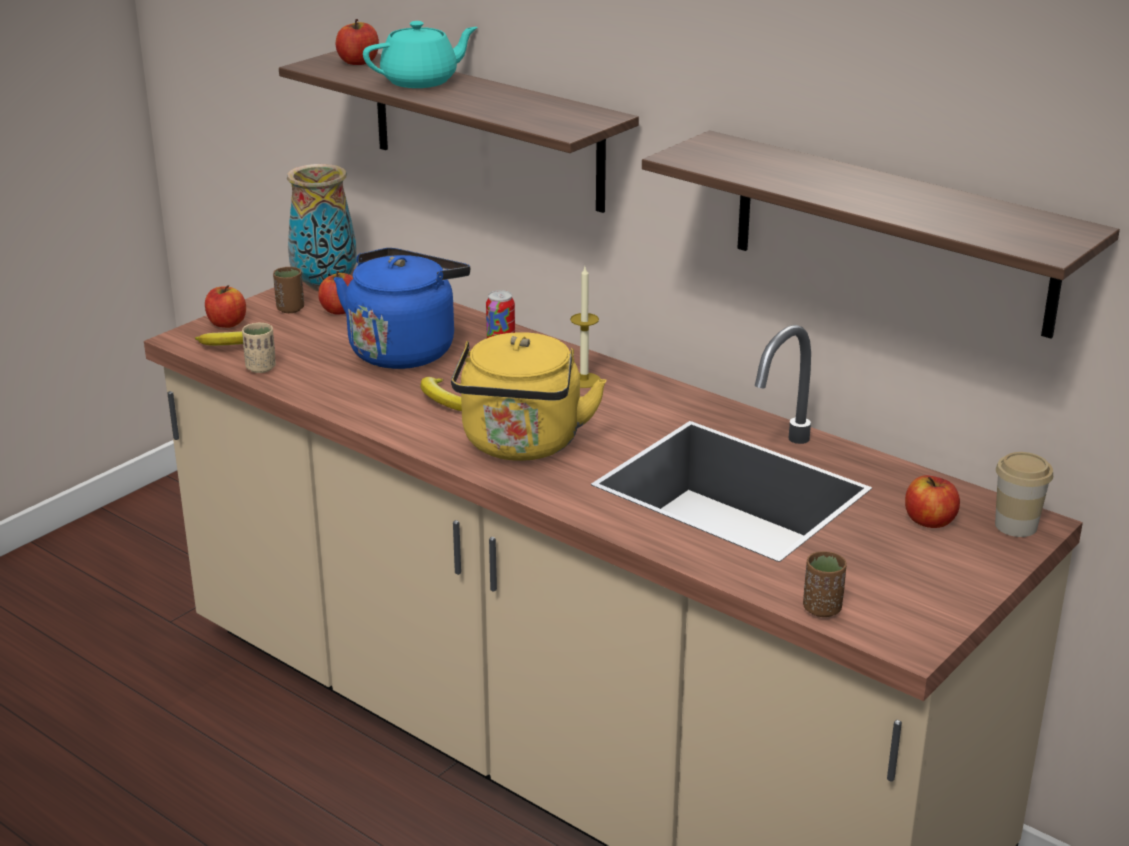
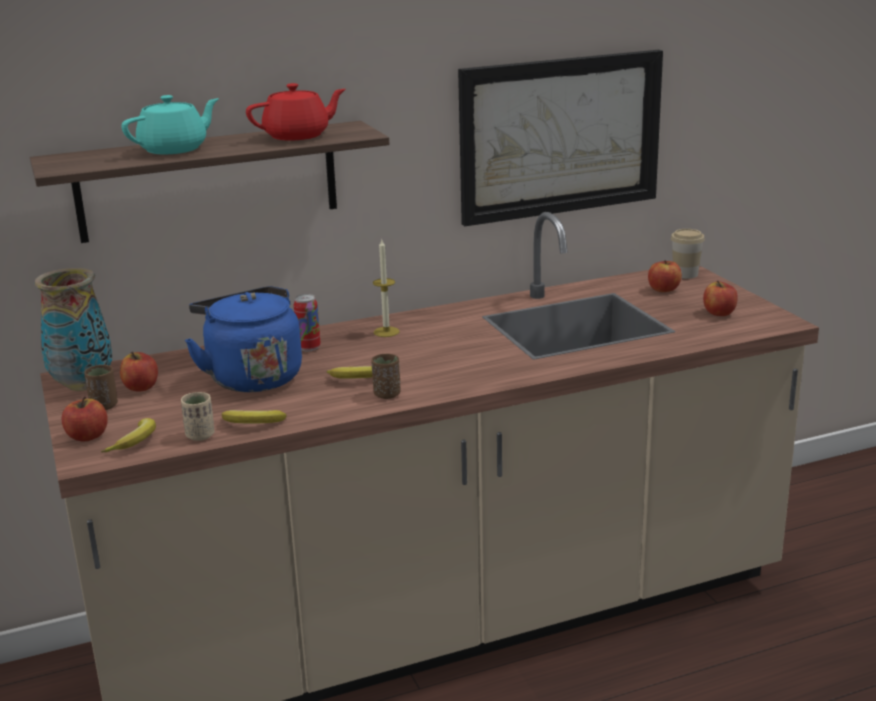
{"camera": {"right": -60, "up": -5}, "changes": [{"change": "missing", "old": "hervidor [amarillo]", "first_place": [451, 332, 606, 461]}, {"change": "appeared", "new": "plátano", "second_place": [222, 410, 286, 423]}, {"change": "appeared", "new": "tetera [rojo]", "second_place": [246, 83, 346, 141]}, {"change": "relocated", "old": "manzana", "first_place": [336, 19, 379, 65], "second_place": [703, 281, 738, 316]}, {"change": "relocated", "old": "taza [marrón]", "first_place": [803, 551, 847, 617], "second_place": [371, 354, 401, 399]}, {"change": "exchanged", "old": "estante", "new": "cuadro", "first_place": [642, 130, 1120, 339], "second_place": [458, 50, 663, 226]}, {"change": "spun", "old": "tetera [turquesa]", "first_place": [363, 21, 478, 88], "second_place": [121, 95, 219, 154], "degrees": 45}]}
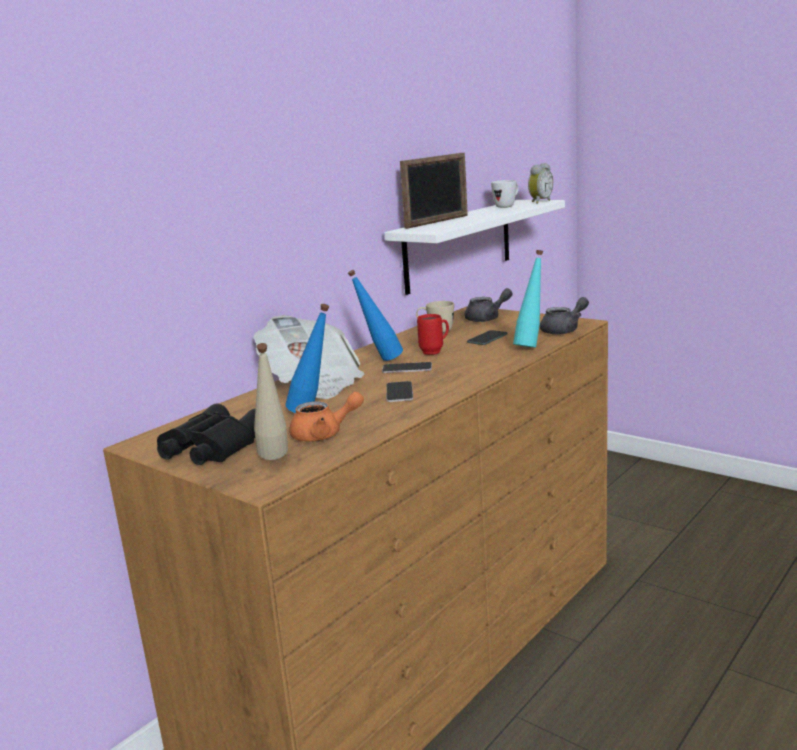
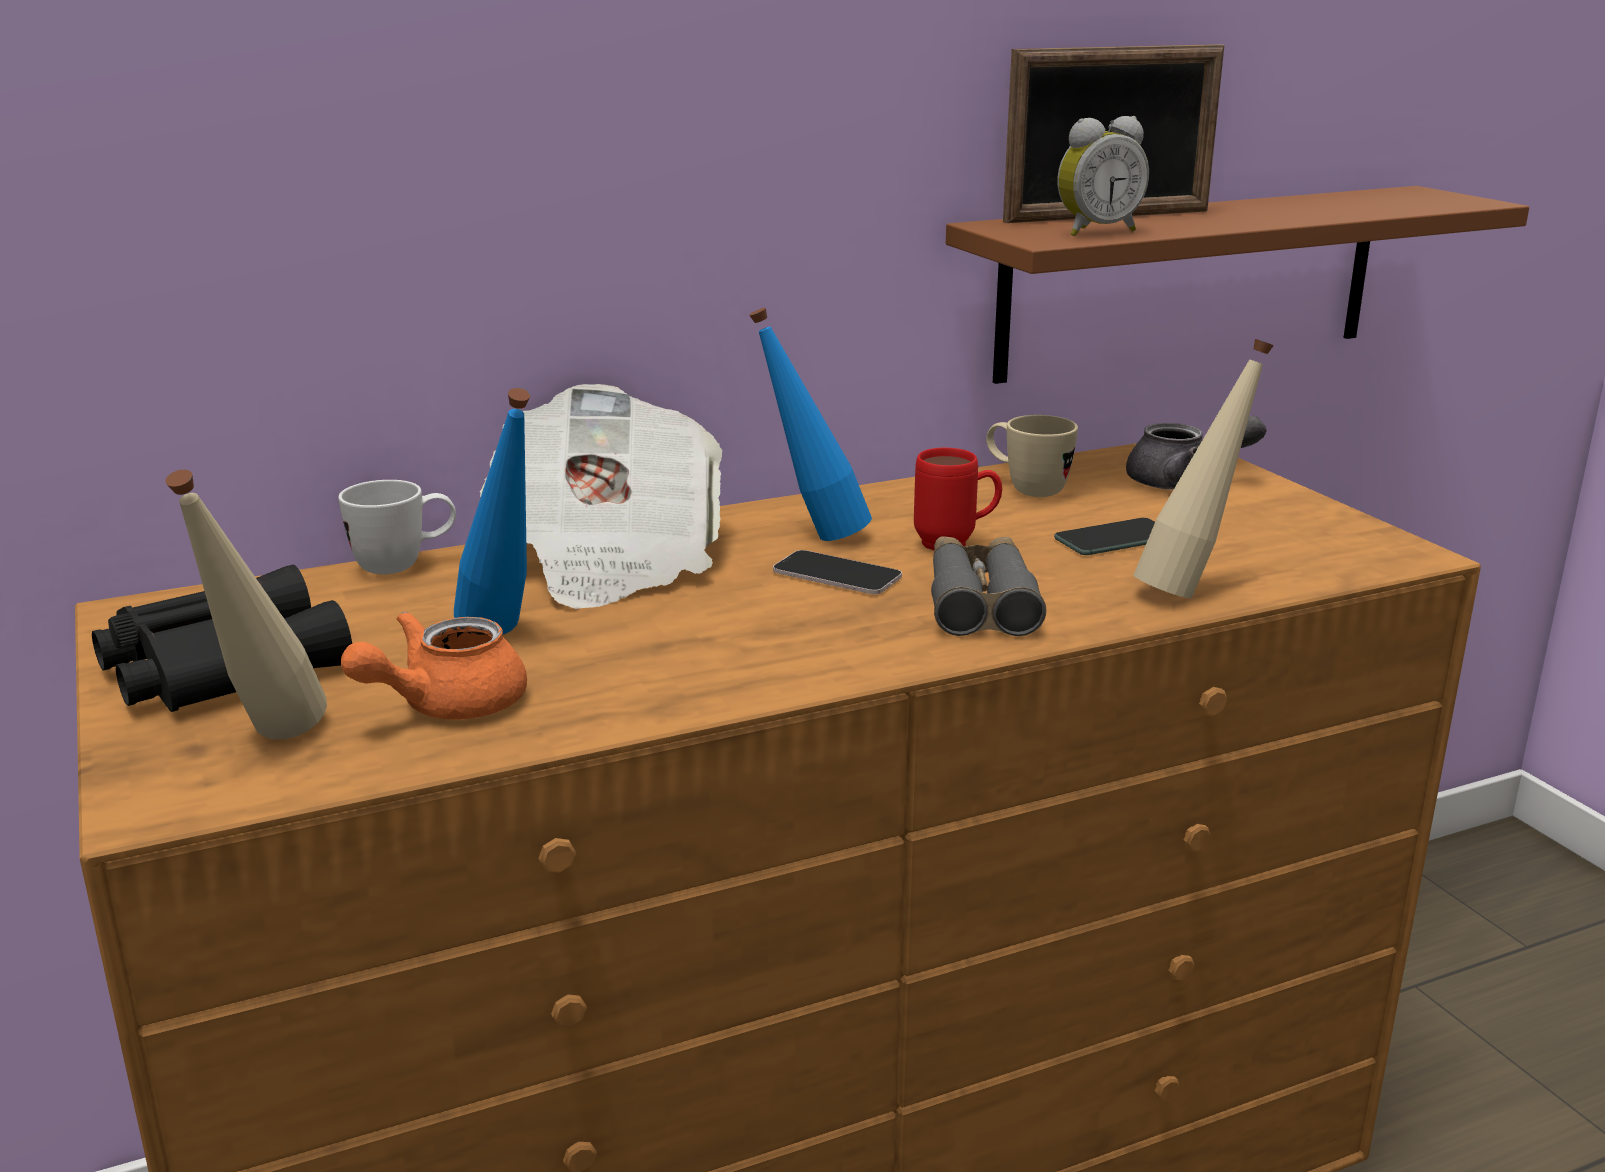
{"camera": {"right": 25, "up": 5}, "changes": [{"change": "missing", "old": "móvil", "first_place": [386, 381, 413, 402]}, {"change": "missing", "old": "tetera [gris]", "first_place": [540, 297, 589, 335]}, {"change": "appeared", "new": "prismáticos [gris]", "second_place": [931, 537, 1047, 636]}, {"change": "relocated", "old": "taza grande [blanco]", "first_place": [491, 180, 519, 208], "second_place": [338, 480, 456, 574]}, {"change": "relocated", "old": "despertador", "first_place": [528, 163, 553, 204], "second_place": [1057, 116, 1149, 236]}, {"change": "colour", "old": "estante [blanco]", "new": "estante [marrón]", "first_place": [384, 200, 565, 295], "second_place": [946, 186, 1529, 384]}, {"change": "colour", "old": "botella [turquesa]", "new": "botella [beis]", "first_place": [513, 250, 543, 348], "second_place": [1134, 339, 1274, 598]}, {"change": "spun", "old": "tetera [naranja]", "first_place": [289, 392, 364, 442], "second_place": [341, 611, 527, 720], "degrees": 120}]}
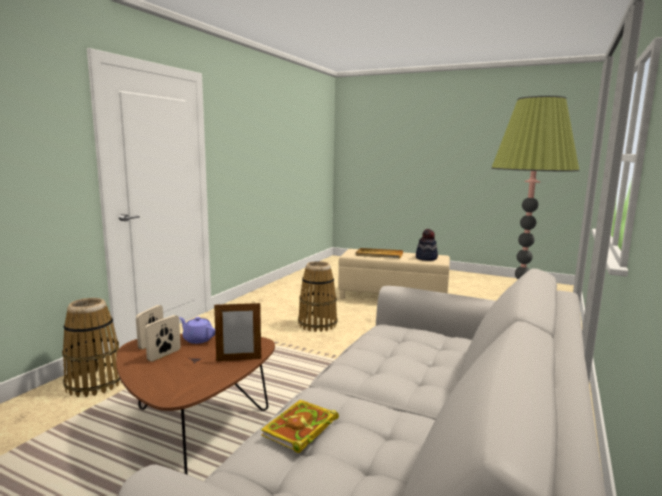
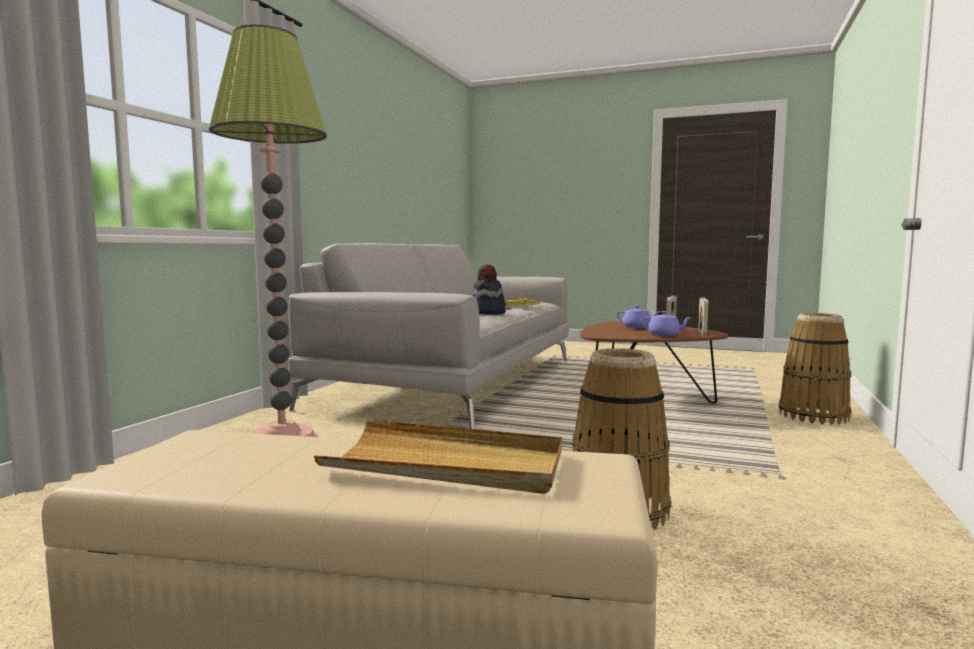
{"camera": {"right": 175, "up": -5}, "changes": [{"change": "missing", "old": "portarretratos", "first_place": [214, 302, 261, 361]}, {"change": "appeared", "new": "tetera [morado]", "second_place": [617, 305, 662, 328]}, {"change": "relocated", "old": "sombrero", "first_place": [416, 229, 438, 261], "second_place": [472, 265, 505, 315]}]}
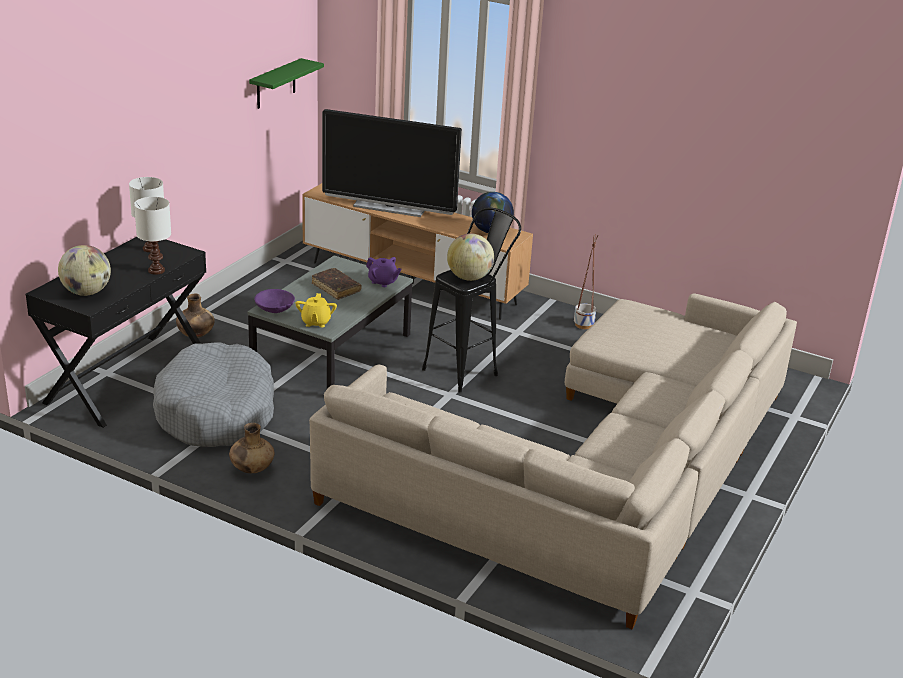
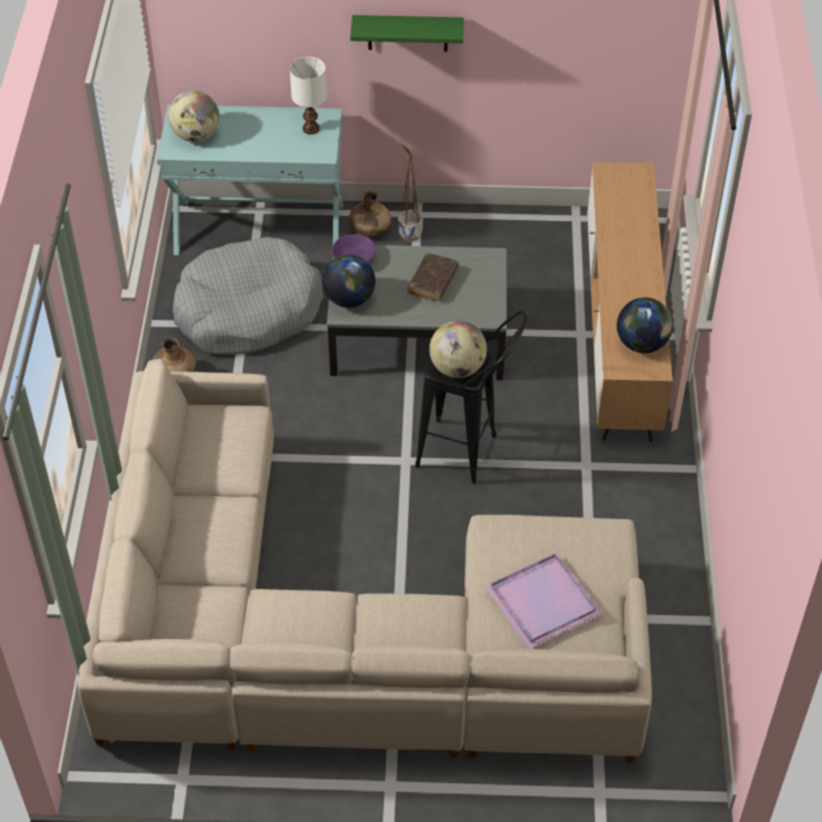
{"camera": {"right": 65, "up": 20}, "changes": [{"change": "missing", "old": "lámpara de mesa [blanco]", "first_place": [134, 197, 171, 274]}, {"change": "missing", "old": "televisor", "first_place": [322, 109, 462, 217]}, {"change": "missing", "old": "tetera [morado]", "first_place": [366, 257, 402, 287]}, {"change": "appeared", "new": "bandeja [morado]", "second_place": [484, 552, 603, 649]}, {"change": "relocated", "old": "estante [verde]", "first_place": [249, 58, 324, 109], "second_place": [350, 15, 464, 52]}, {"change": "relocated", "old": "maceta", "first_place": [574, 234, 598, 329], "second_place": [398, 145, 423, 241]}, {"change": "exchanged", "old": "tetera [amarillo]", "new": "globo terráqueo", "first_place": [295, 293, 337, 328], "second_place": [322, 254, 375, 308]}, {"change": "colour", "old": "mesa consola [negro]", "new": "mesa consola [turquesa]", "first_place": [26, 237, 206, 428], "second_place": [157, 105, 343, 255]}]}
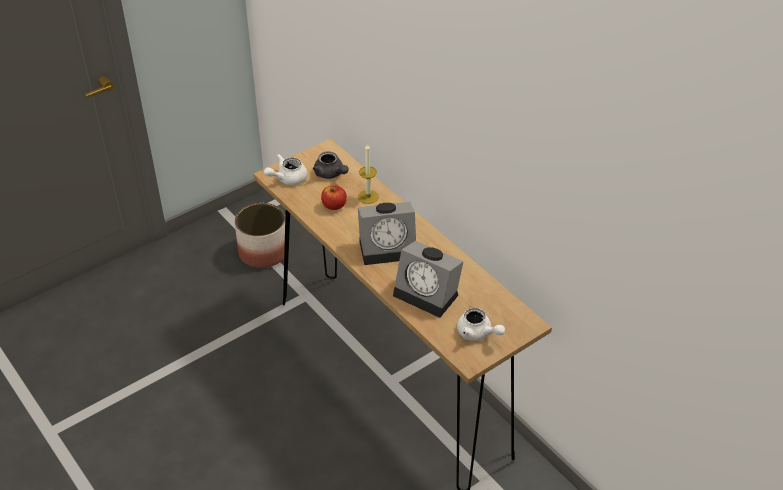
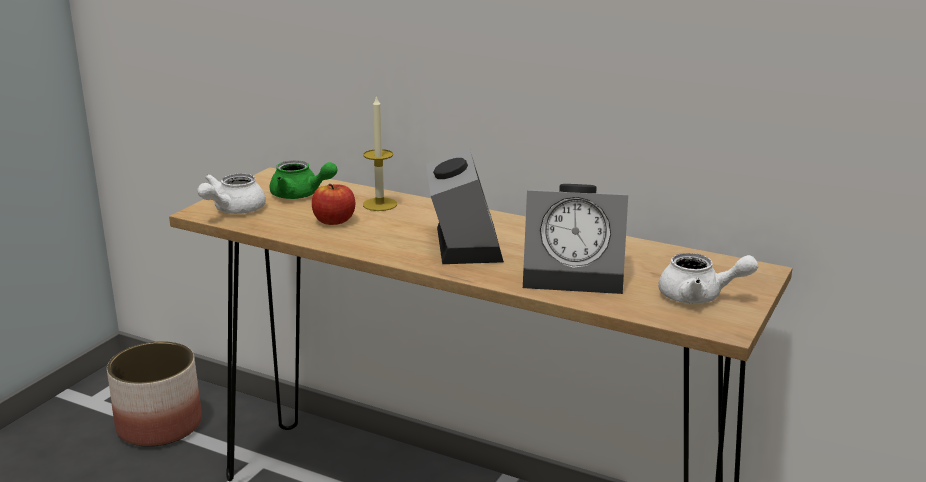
{"camera": {"right": -25, "up": -20}, "changes": [{"change": "colour", "old": "tetera [gris]", "new": "tetera [verde]", "first_place": [313, 152, 349, 179], "second_place": [269, 160, 337, 199]}, {"change": "spun", "old": "despertador", "first_place": [358, 202, 416, 265], "second_place": [426, 149, 504, 264], "degrees": -60}]}
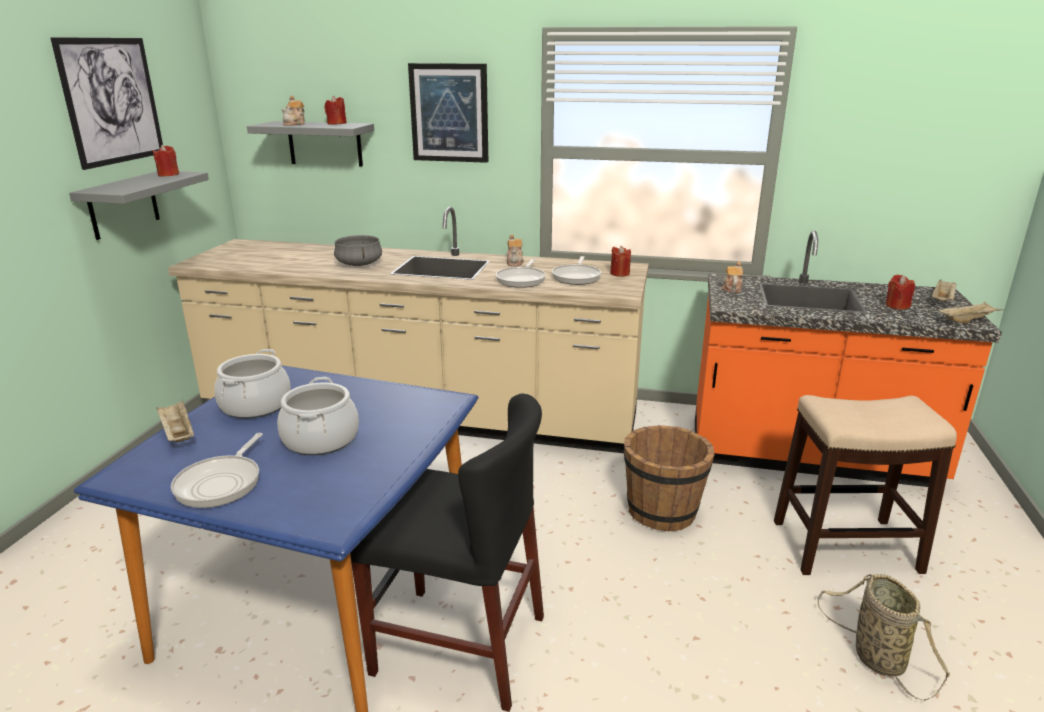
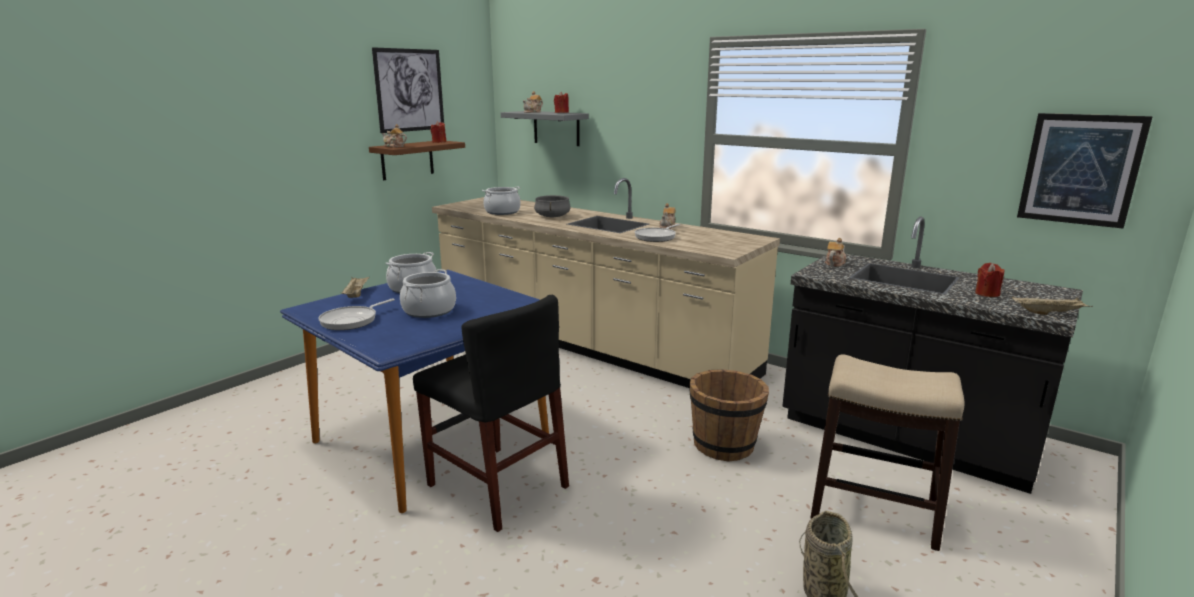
{"camera": {"right": 25, "up": -5}, "changes": [{"change": "missing", "old": "sartén", "first_place": [552, 256, 601, 285]}, {"change": "missing", "old": "vela [rojo]", "first_place": [610, 246, 631, 277]}, {"change": "missing", "old": "bandeja [beis]", "first_place": [932, 279, 957, 301]}, {"change": "appeared", "new": "tetera", "second_place": [382, 124, 407, 147]}, {"change": "appeared", "new": "olla", "second_place": [482, 186, 521, 215]}, {"change": "relocated", "old": "cuadro", "first_place": [408, 63, 488, 163], "second_place": [1017, 113, 1153, 229]}, {"change": "colour", "old": "estante [gris]", "new": "estante [marrón]", "first_place": [69, 171, 209, 240], "second_place": [369, 141, 465, 180]}, {"change": "colour", "old": "mueble bajo de cocina [naranja]", "new": "mueble bajo de cocina [negro]", "first_place": [695, 231, 1002, 487], "second_place": [783, 217, 1083, 494]}]}
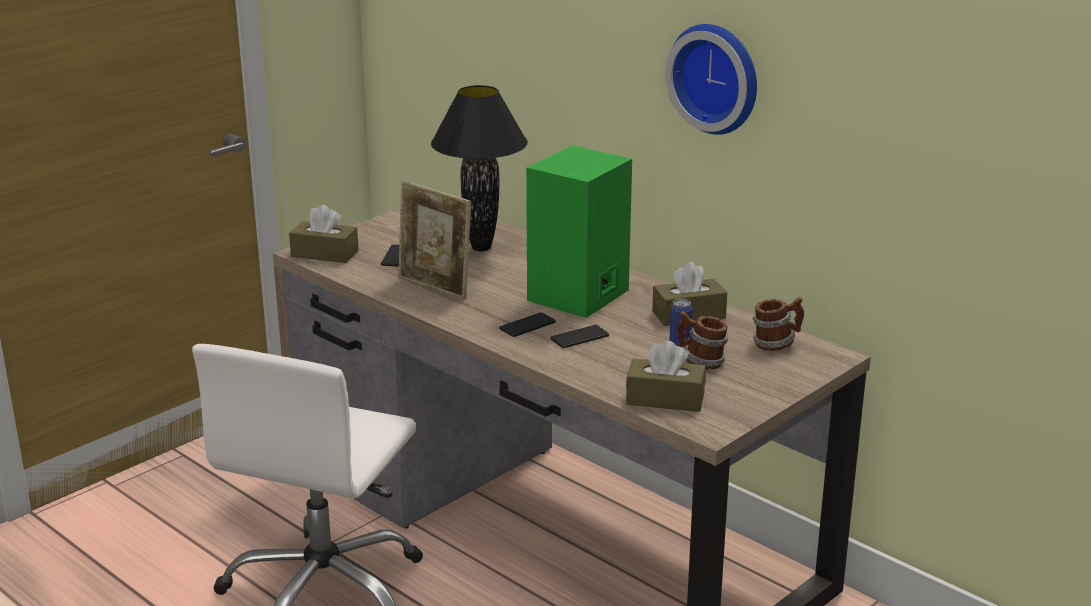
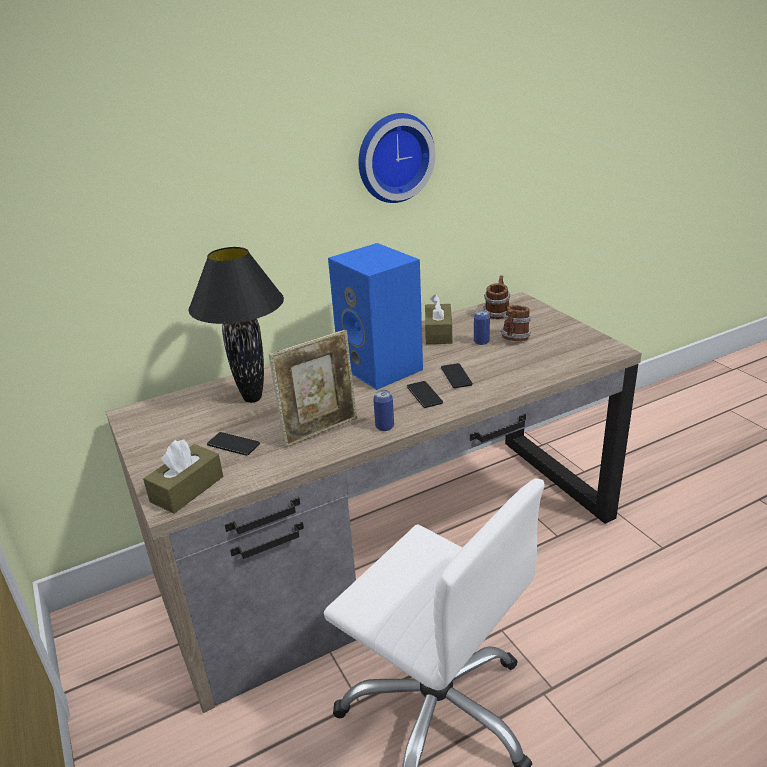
{"camera": {"right": -70, "up": 5}, "changes": [{"change": "missing", "old": "caja de pañuelos [marrón]", "first_place": [626, 341, 706, 412]}, {"change": "appeared", "new": "lata", "second_place": [373, 389, 394, 431]}, {"change": "colour", "old": "altavoz [verde]", "new": "altavoz [azul]", "first_place": [526, 145, 632, 318], "second_place": [328, 243, 423, 390]}]}
